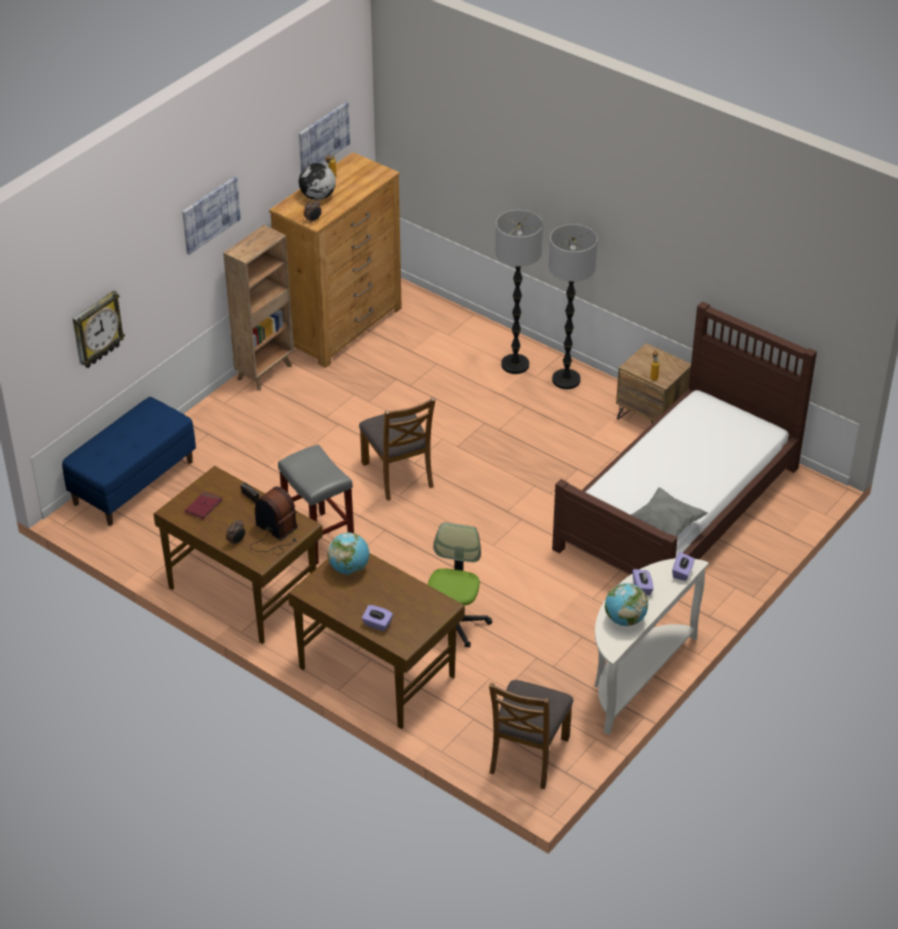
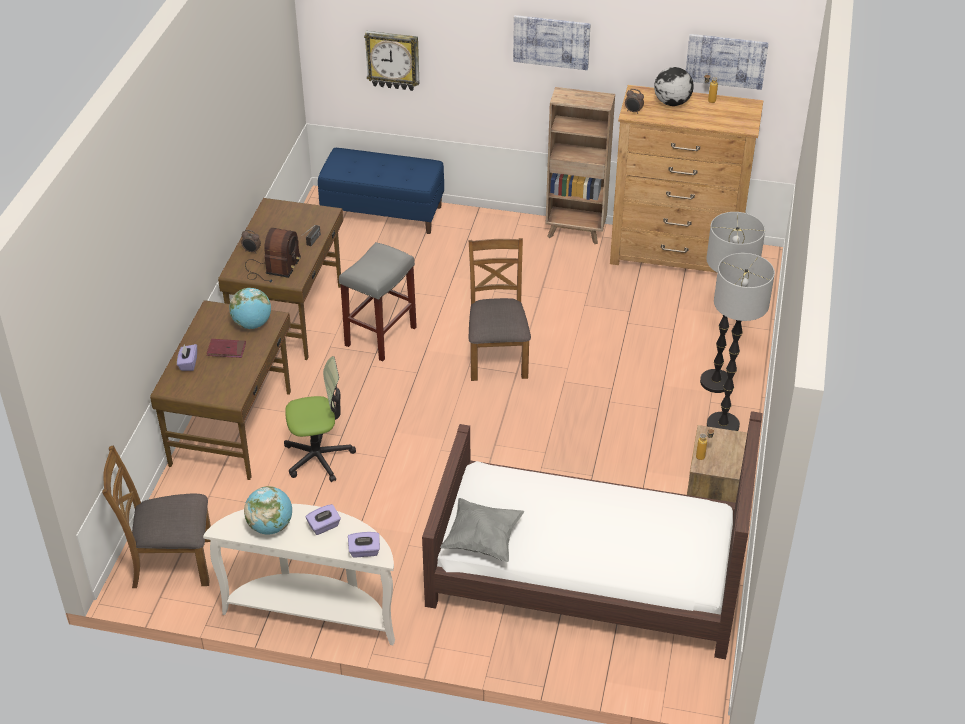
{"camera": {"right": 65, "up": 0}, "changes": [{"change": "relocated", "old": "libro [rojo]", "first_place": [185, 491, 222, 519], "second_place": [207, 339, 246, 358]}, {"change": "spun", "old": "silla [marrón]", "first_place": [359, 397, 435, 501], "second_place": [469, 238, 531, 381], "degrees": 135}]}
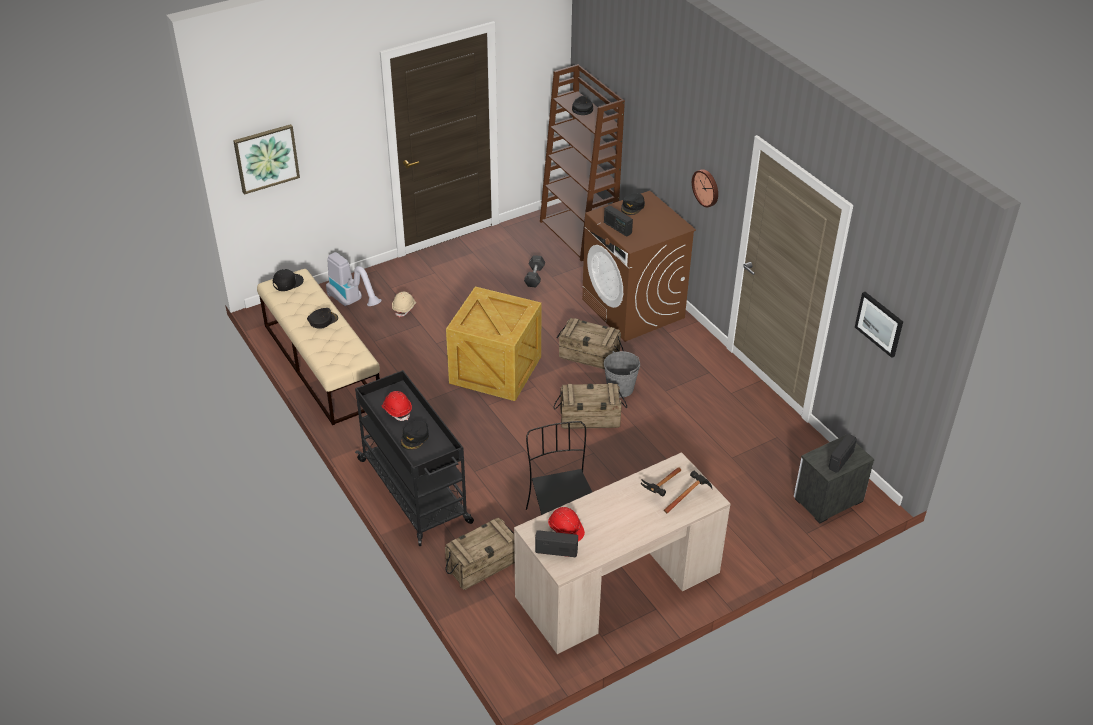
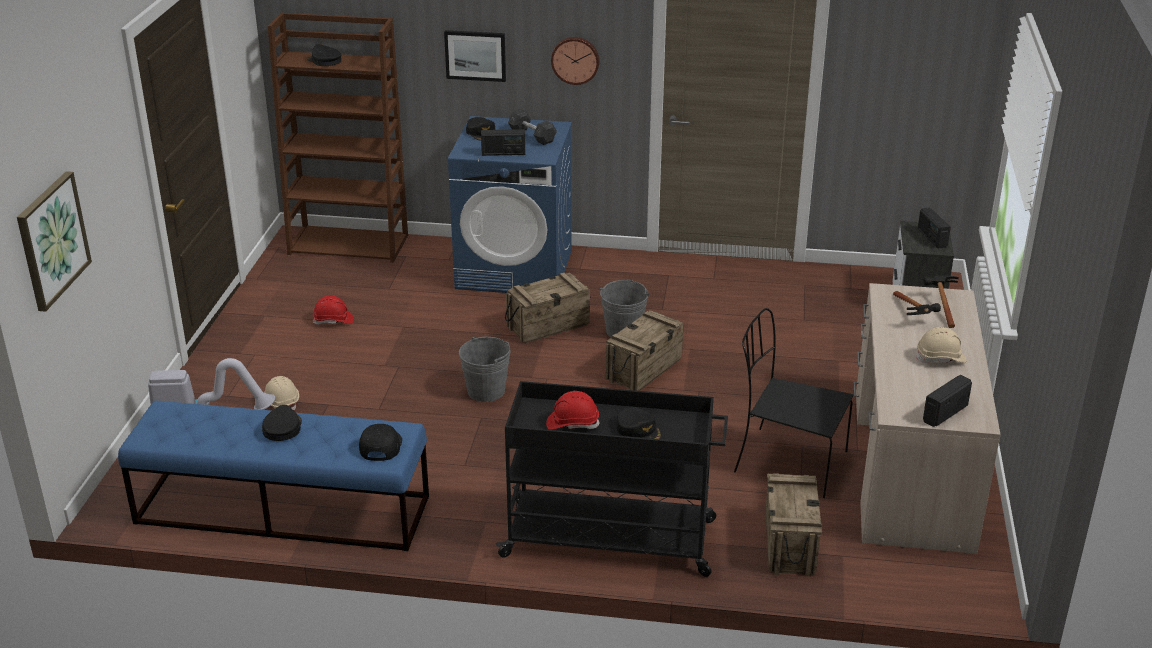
{"camera": {"right": -50, "up": -10}, "changes": [{"change": "appeared", "new": "casco [beis]", "second_place": [916, 327, 967, 363]}, {"change": "relocated", "old": "gorra [negro]", "first_place": [273, 269, 304, 291], "second_place": [359, 424, 402, 461]}, {"change": "relocated", "old": "mancuerna [gris]", "first_place": [524, 255, 545, 287], "second_place": [508, 109, 557, 145]}, {"change": "relocated", "old": "casco [rojo]", "first_place": [548, 507, 585, 542], "second_place": [313, 295, 354, 325]}, {"change": "relocated", "old": "cuadro", "first_place": [855, 292, 903, 358], "second_place": [444, 30, 506, 82]}, {"change": "exchanged", "old": "caja de embalaje", "new": "cubo [gris]", "first_place": [446, 286, 542, 401], "second_place": [459, 337, 511, 402]}, {"change": "colour", "old": "banco [beis]", "new": "banco [azul]", "first_place": [257, 269, 380, 425], "second_place": [118, 401, 429, 551]}, {"change": "colour", "old": "lavadora [marrón]", "new": "lavadora [azul]", "first_place": [582, 191, 696, 342], "second_place": [448, 116, 572, 293]}]}
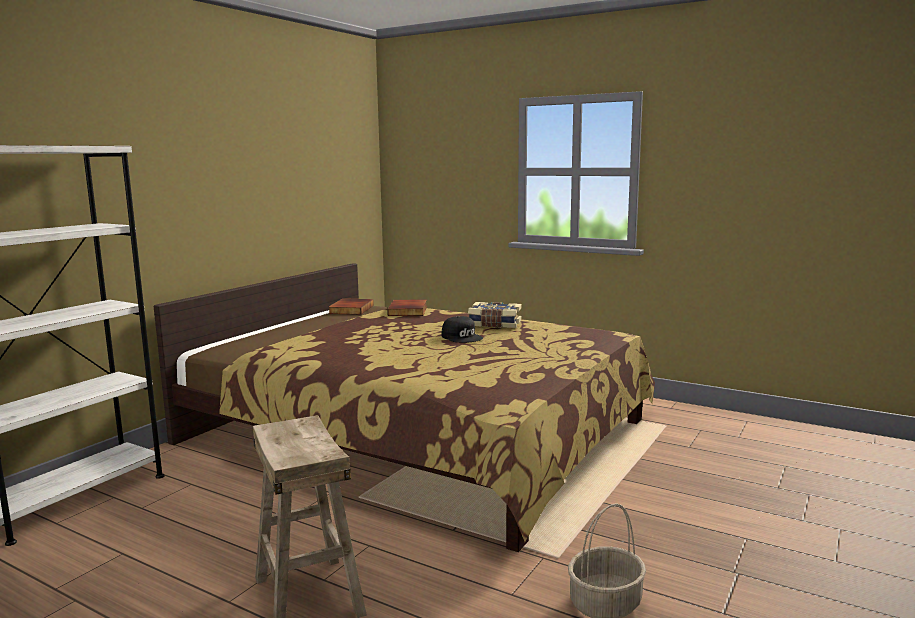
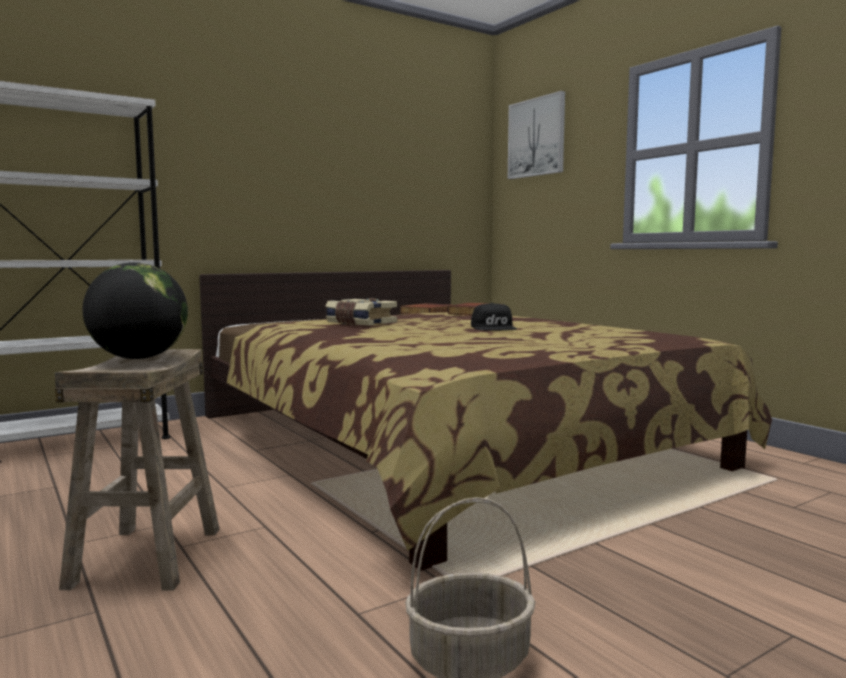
{"camera": {"right": 25, "up": -5}, "changes": [{"change": "appeared", "new": "globo terráqueo", "second_place": [82, 262, 188, 359]}, {"change": "appeared", "new": "cuadro", "second_place": [508, 91, 565, 179]}, {"change": "relocated", "old": "libro", "first_place": [468, 302, 522, 328], "second_place": [326, 298, 397, 326]}]}
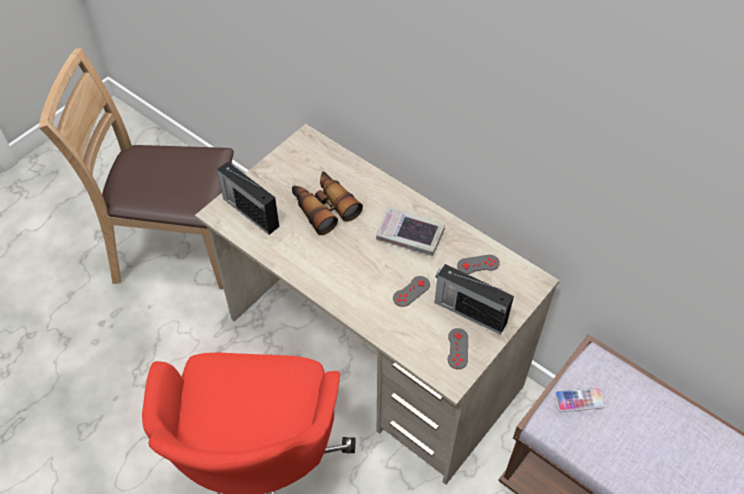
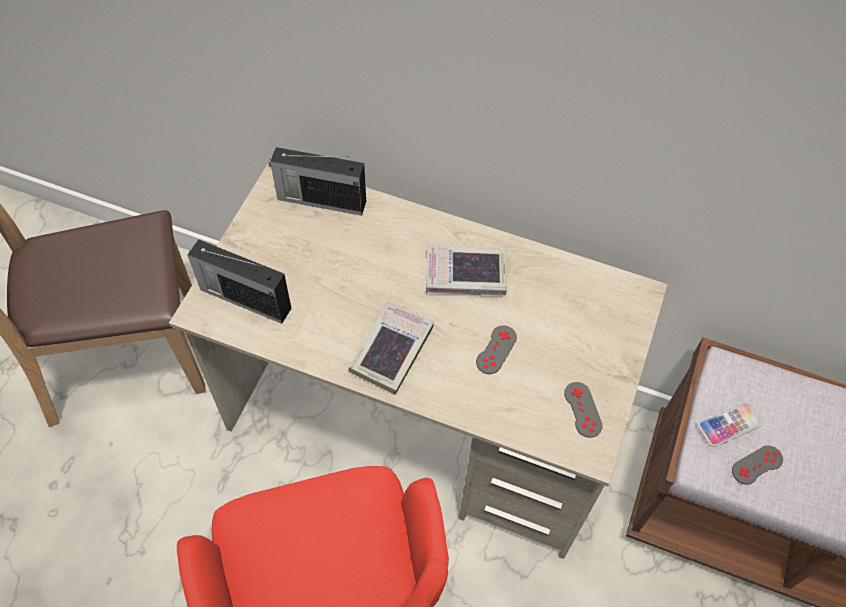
{"camera": {"right": -20, "up": 5}, "changes": [{"change": "missing", "old": "prismáticos", "first_place": [292, 171, 363, 235]}, {"change": "appeared", "new": "libro", "second_place": [348, 302, 434, 395]}, {"change": "relocated", "old": "radio", "first_place": [435, 264, 514, 335], "second_place": [269, 147, 366, 216]}, {"change": "relocated", "old": "mando de consola [gris]", "first_place": [457, 255, 500, 274], "second_place": [732, 446, 783, 485]}]}
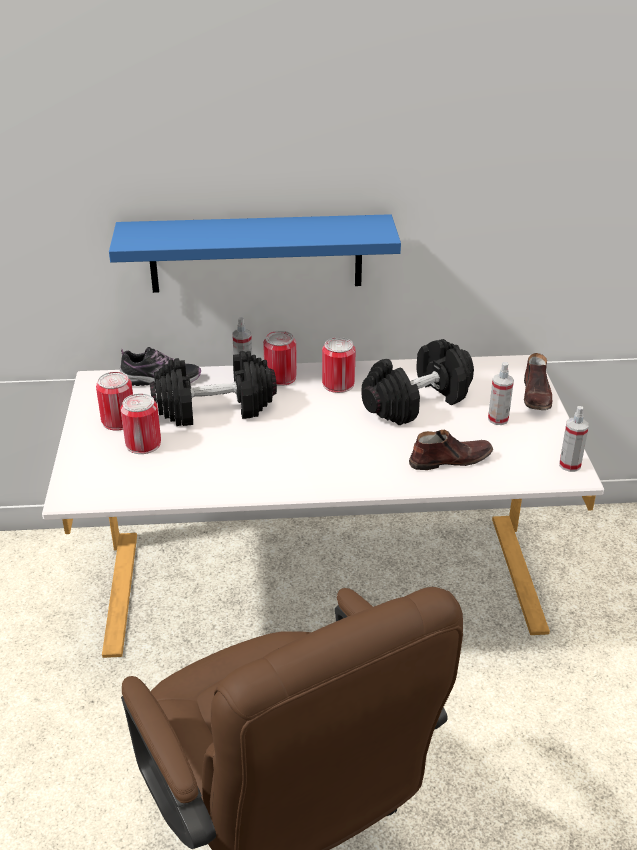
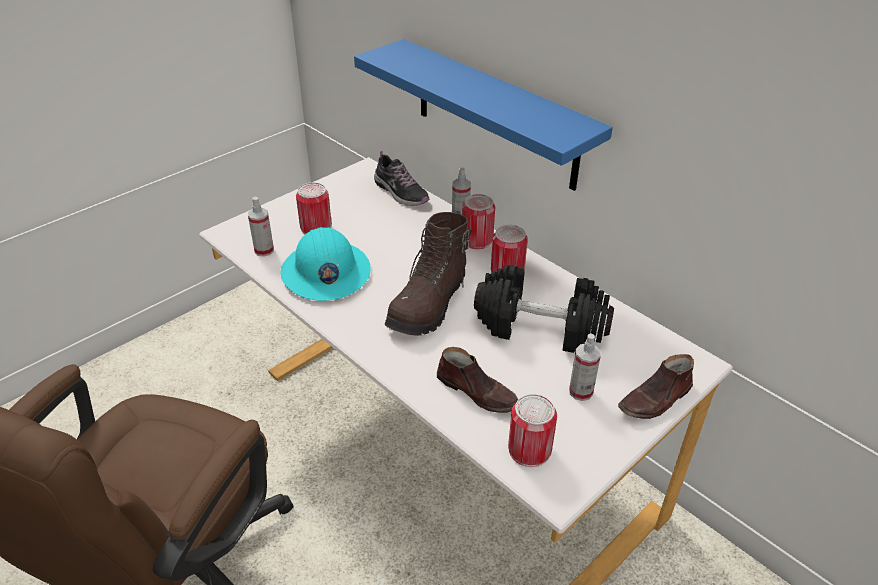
{"camera": {"right": 50, "up": 5}, "changes": [{"change": "missing", "old": "mancuerna [negro]", "first_place": [150, 351, 277, 426]}, {"change": "appeared", "new": "casco [turquesa]", "second_place": [281, 227, 371, 301]}, {"change": "appeared", "new": "bota [marrón]", "second_place": [385, 212, 473, 336]}, {"change": "relocated", "old": "lata", "first_place": [96, 372, 133, 431], "second_place": [508, 394, 557, 467]}, {"change": "relocated", "old": "pulverizador", "first_place": [559, 406, 589, 472], "second_place": [248, 197, 274, 257]}]}
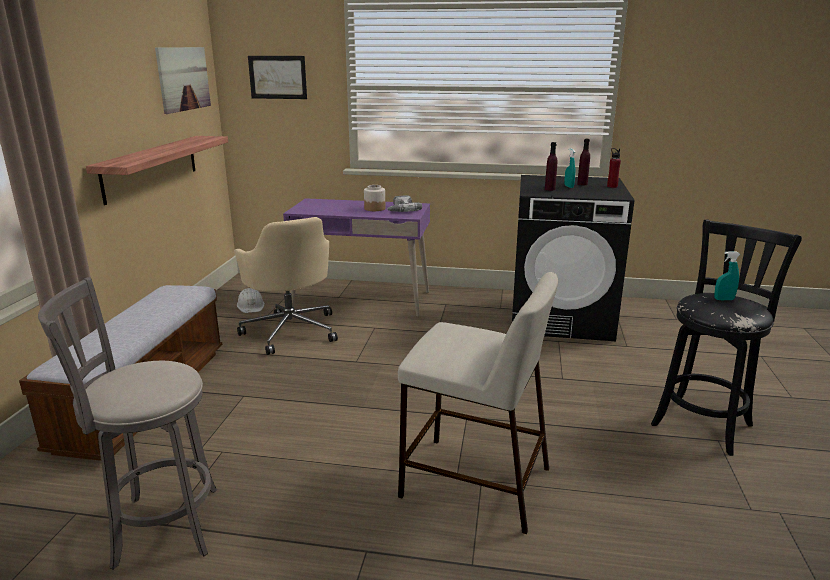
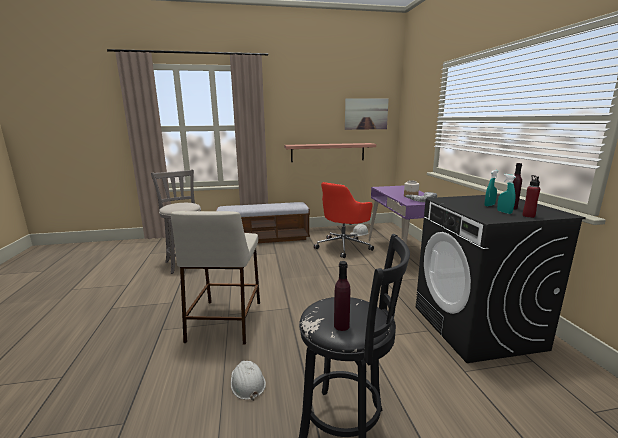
{"camera": {"right": 70, "up": -5}, "changes": [{"change": "missing", "old": "cuadro", "first_place": [248, 56, 307, 99]}, {"change": "appeared", "new": "casco [blanco]", "second_place": [231, 361, 266, 401]}, {"change": "relocated", "old": "botella [morado]", "first_place": [545, 142, 557, 191], "second_place": [334, 261, 350, 331]}, {"change": "relocated", "old": "pulverizador [turquesa]", "first_place": [714, 251, 741, 300], "second_place": [497, 174, 516, 214]}, {"change": "colour", "old": "silla de oficina [beis]", "new": "silla de oficina [rojo]", "first_place": [234, 217, 338, 355], "second_place": [314, 182, 374, 258]}]}
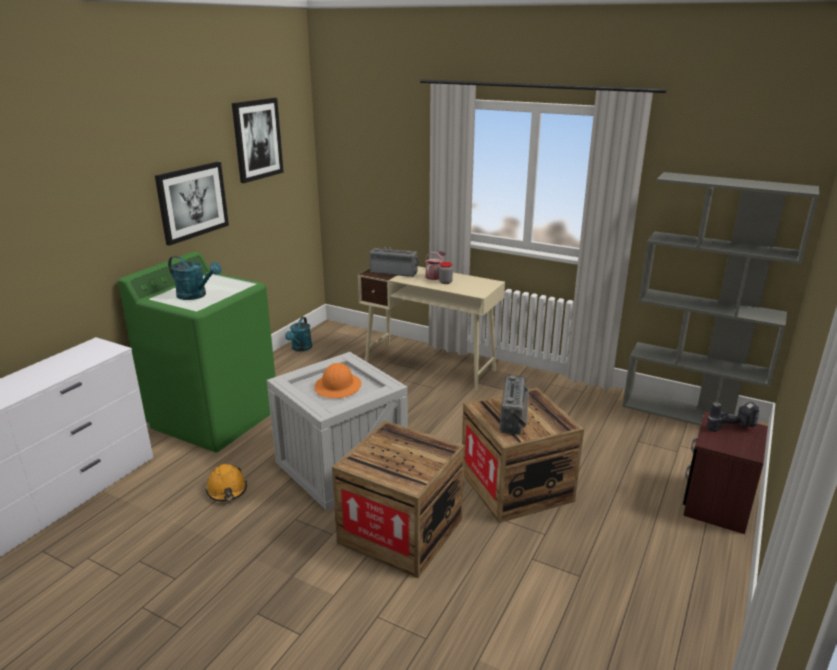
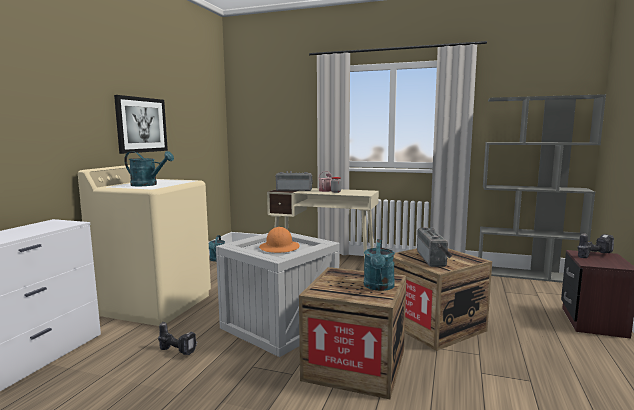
{"camera": {"right": -10, "up": -15}, "changes": [{"change": "missing", "old": "cuadro", "first_place": [232, 98, 284, 183]}, {"change": "appeared", "new": "regadera [turquesa]", "second_place": [364, 239, 395, 291]}, {"change": "exchanged", "old": "casco [naranja]", "new": "taladro", "first_place": [206, 464, 247, 502], "second_place": [158, 322, 198, 355]}, {"change": "colour", "old": "lavadora [verde]", "new": "lavadora [beis]", "first_place": [118, 252, 275, 452], "second_place": [78, 165, 211, 326]}]}
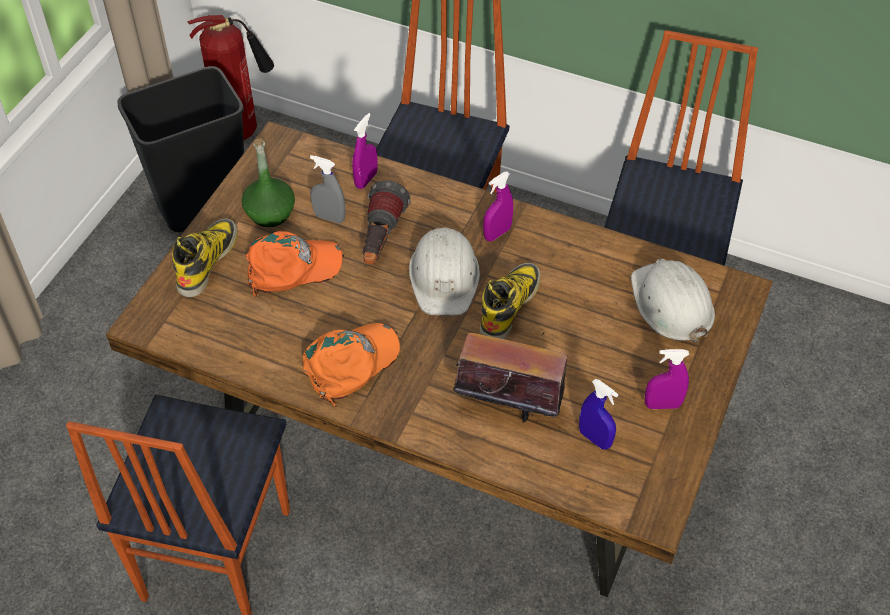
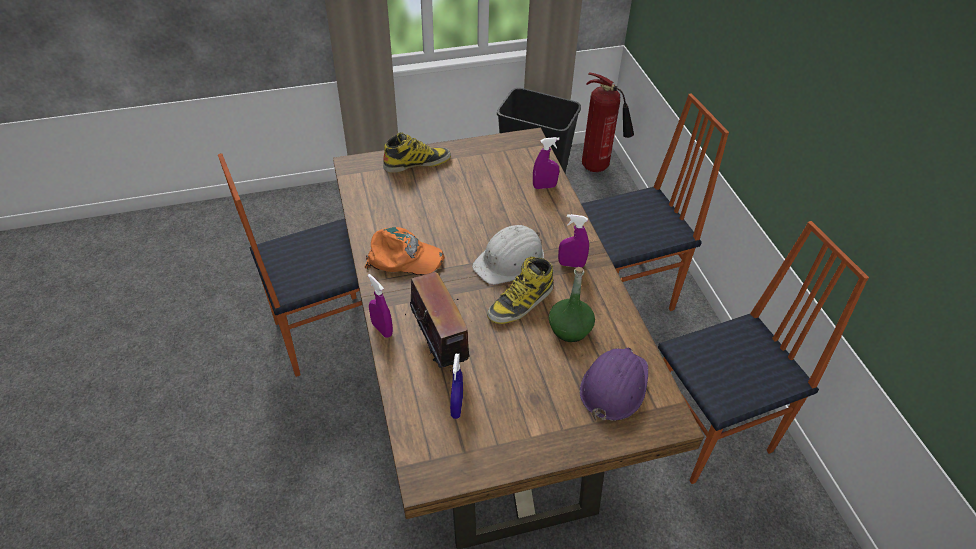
{"camera": {"right": 50, "up": -5}, "changes": [{"change": "missing", "old": "gorra [naranja]", "first_place": [245, 231, 344, 297]}, {"change": "missing", "old": "pulverizador [gris]", "first_place": [310, 155, 345, 223]}, {"change": "missing", "old": "linterna", "first_place": [363, 180, 411, 265]}, {"change": "relocated", "old": "botella [verde]", "first_place": [242, 138, 295, 227], "second_place": [549, 267, 595, 342]}, {"change": "relocated", "old": "pulverizador [morado]", "first_place": [645, 349, 689, 409], "second_place": [368, 274, 393, 338]}, {"change": "colour", "old": "casco [blanco]", "new": "casco [morado]", "first_place": [631, 259, 715, 343], "second_place": [580, 348, 648, 421]}, {"change": "spun", "old": "bota", "first_place": [480, 263, 541, 339], "second_place": [487, 257, 554, 324], "degrees": 150}]}
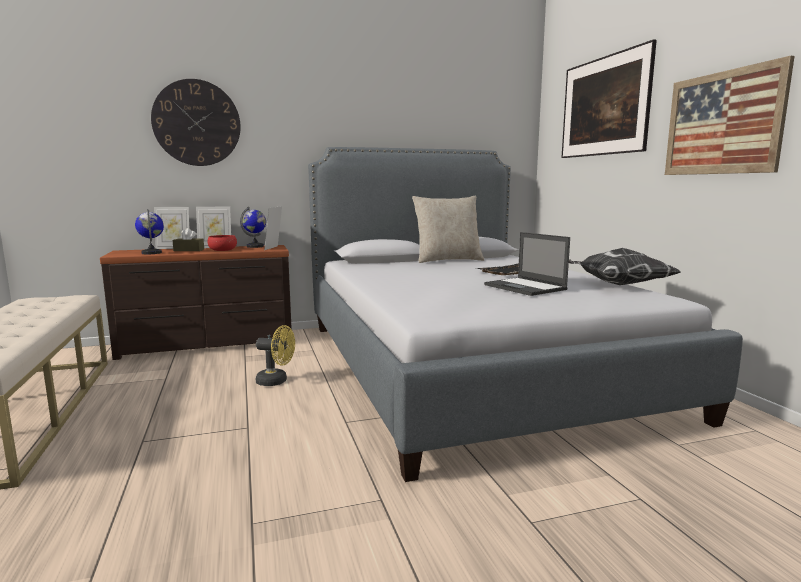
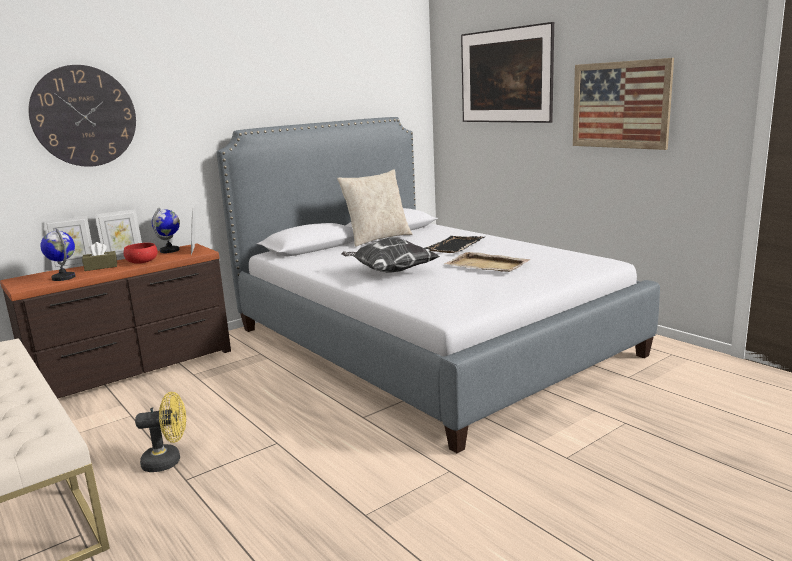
{"camera": {"right": -20, "up": 5}, "changes": [{"change": "relocated", "old": "ventilador [amarillo]", "first_place": [256, 325, 295, 386], "second_place": [135, 392, 186, 472]}, {"change": "relocated", "old": "cojín", "first_place": [569, 248, 681, 285], "second_place": [341, 238, 440, 272]}, {"change": "exchanged", "old": "portátil", "new": "bandeja [beis]", "first_place": [484, 232, 570, 296], "second_place": [444, 252, 531, 272]}]}
